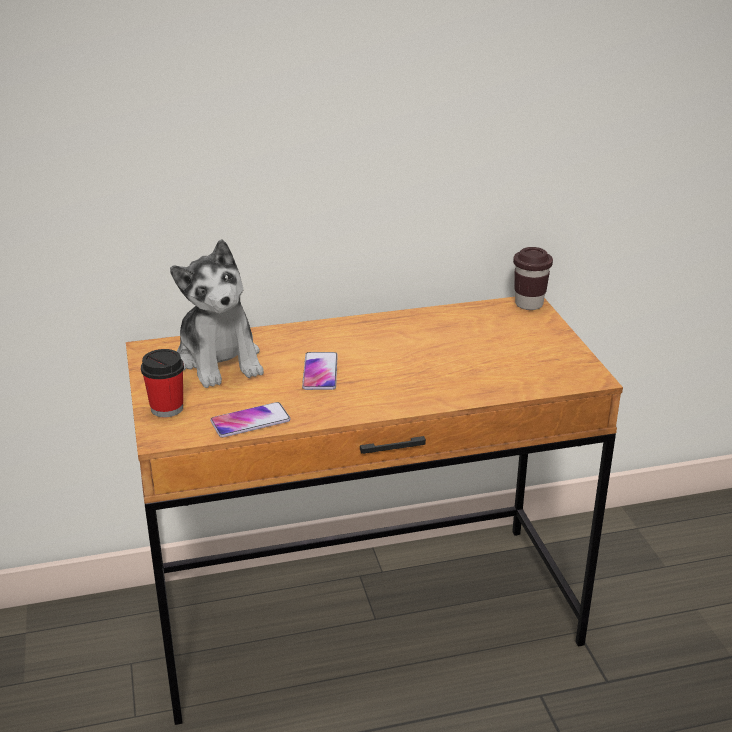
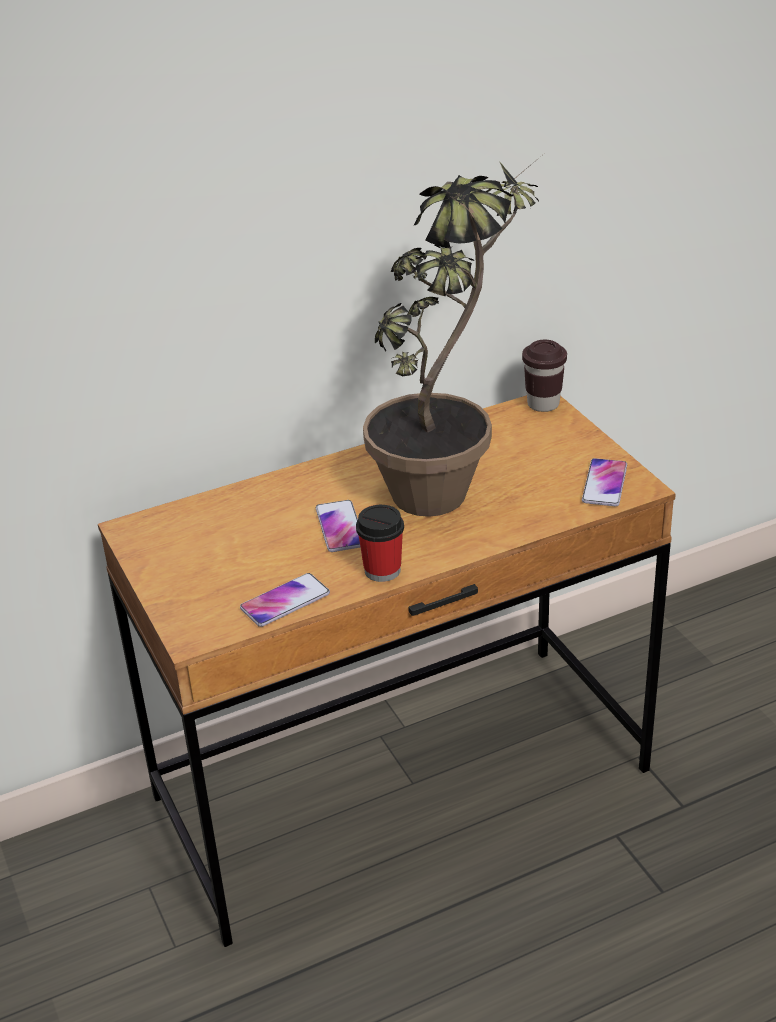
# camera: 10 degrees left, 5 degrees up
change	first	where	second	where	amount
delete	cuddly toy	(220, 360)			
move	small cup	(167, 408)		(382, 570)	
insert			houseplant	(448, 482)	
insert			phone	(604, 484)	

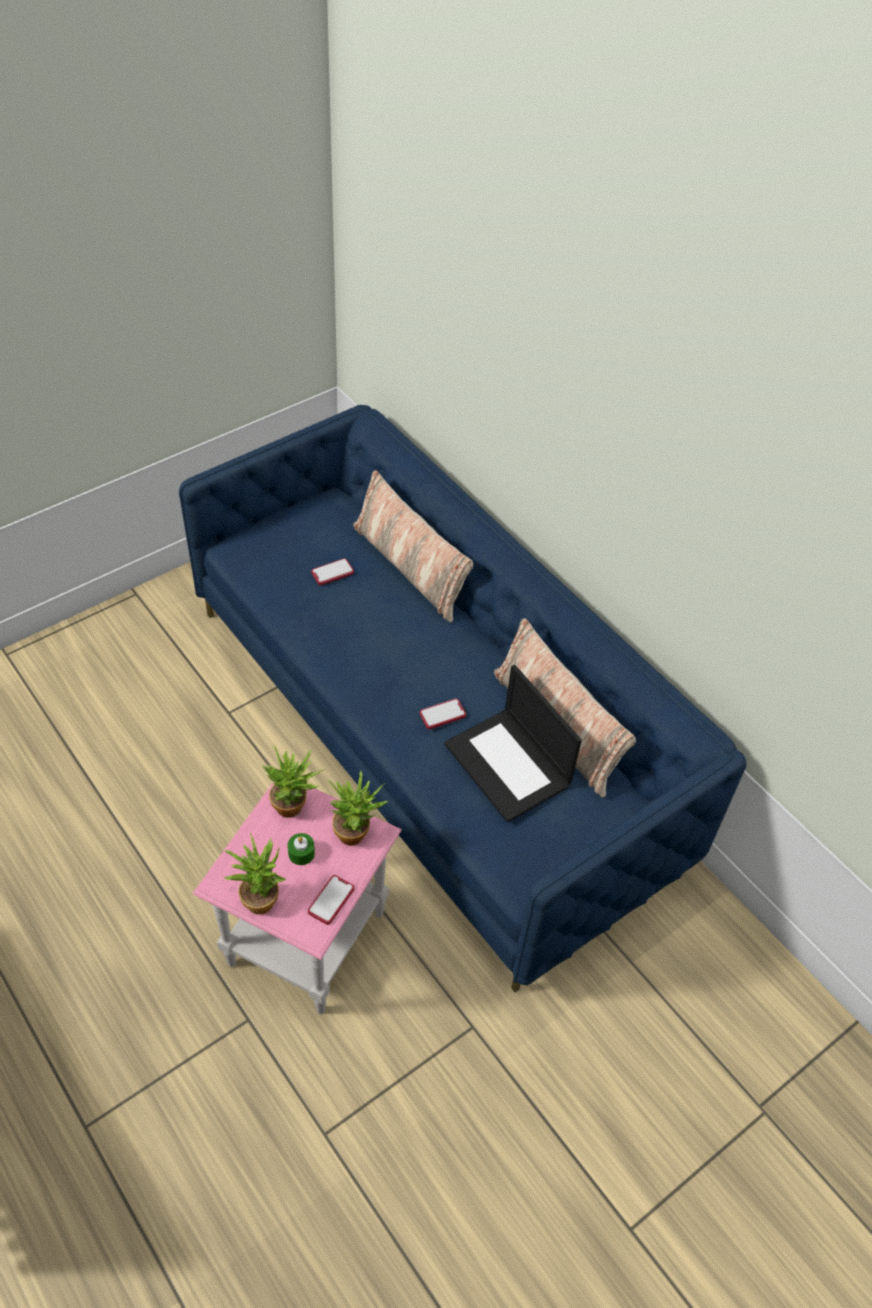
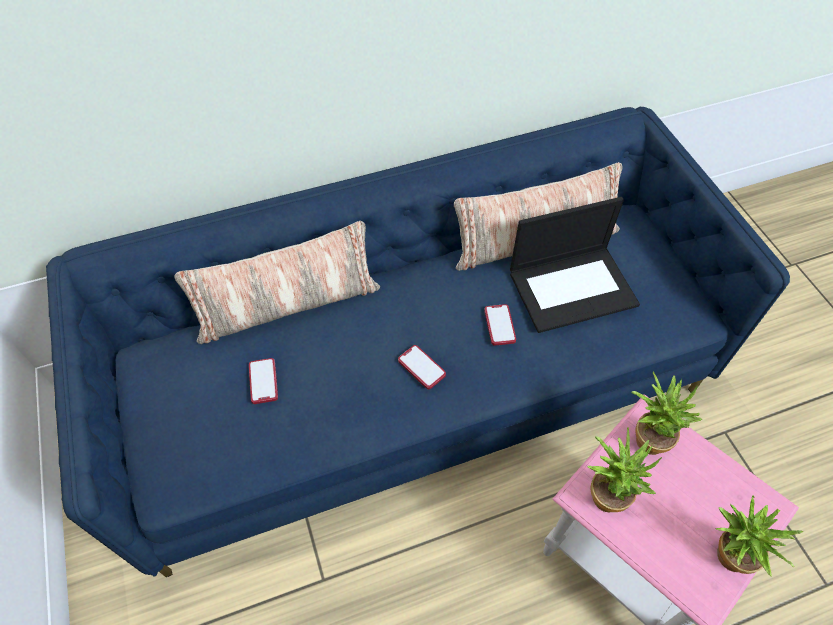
# camera: 70 degrees left, 5 degrees up
change	first	where	second	where	amount
delete	greenish candle	(301, 853)			
move	phone	(331, 900)		(421, 367)	

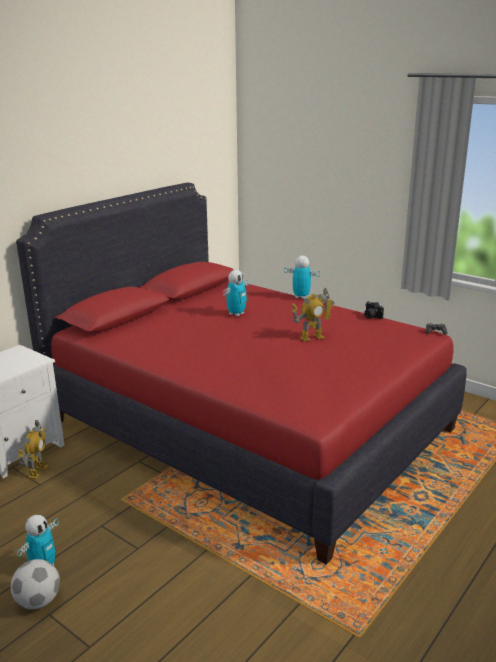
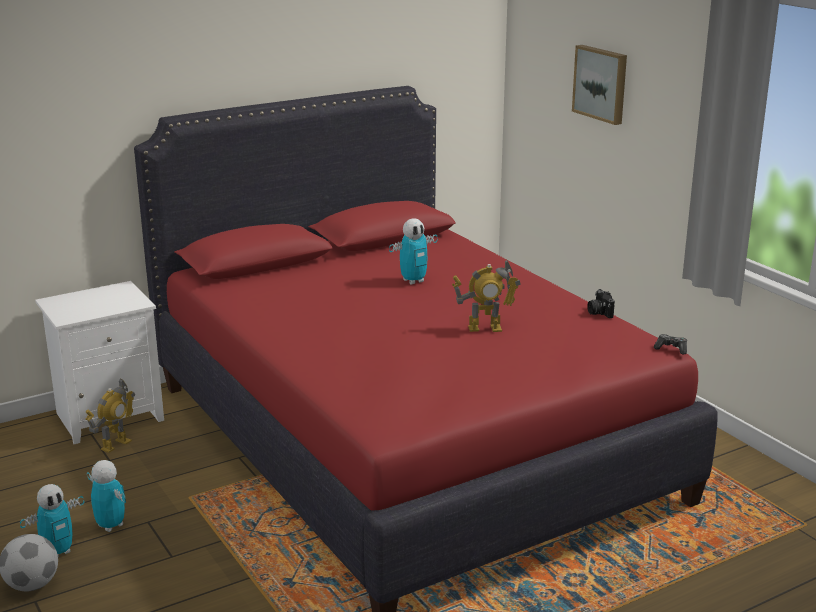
# camera: 20 degrees right, 0 degrees up
change	first	where	second	where	amount
move	robot figure	(301, 297)		(110, 525)	
insert			wall picture	(601, 83)	

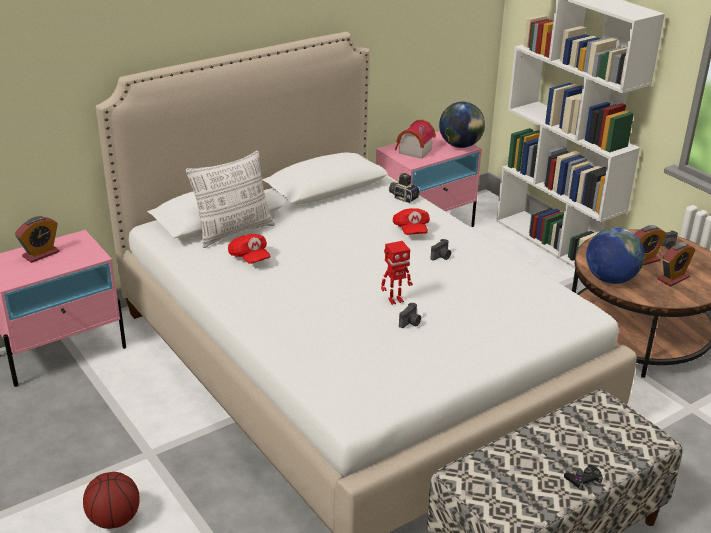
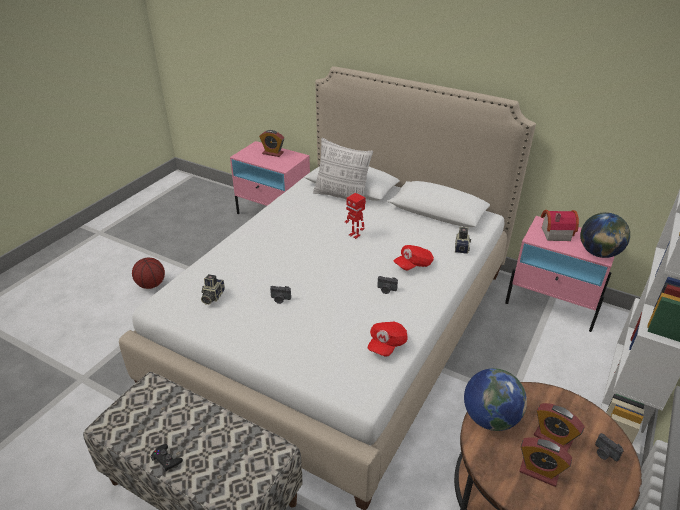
# camera: 65 degrees right, 5 degrees up
change	first	where	second	where	amount
move	red-coloured baseball cap	(249, 258)		(386, 344)	
move	robot figure	(395, 300)		(355, 235)	
insert			photo camera	(212, 296)	

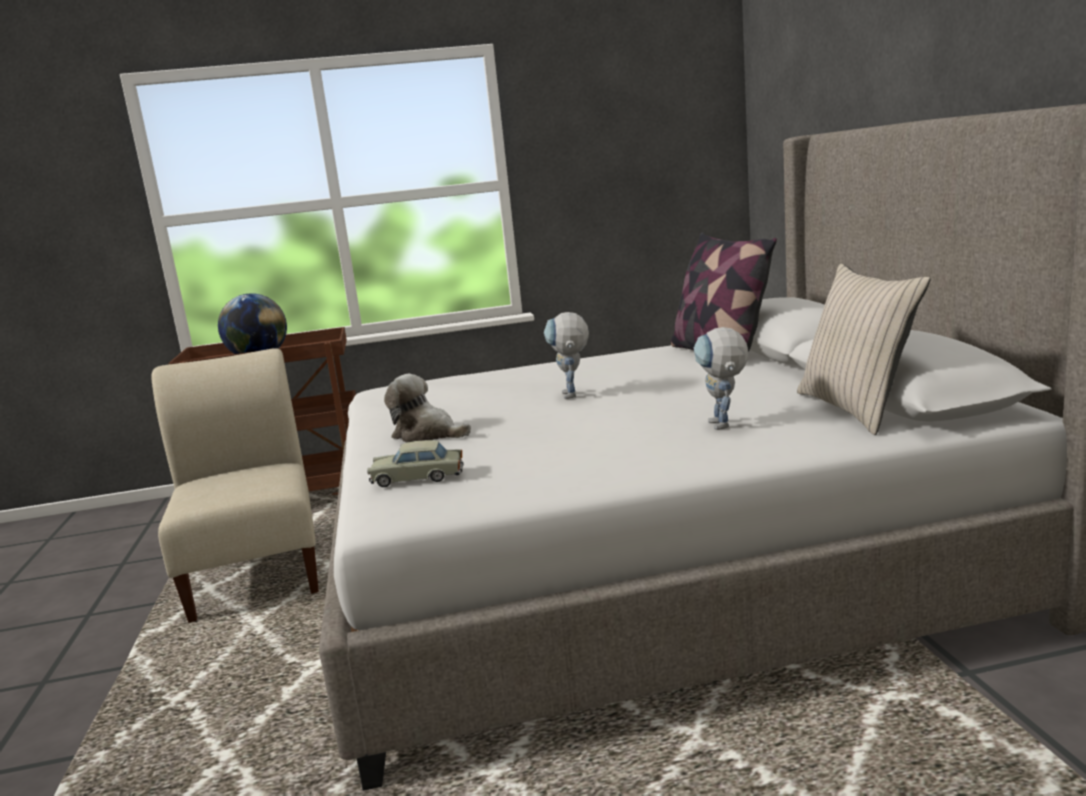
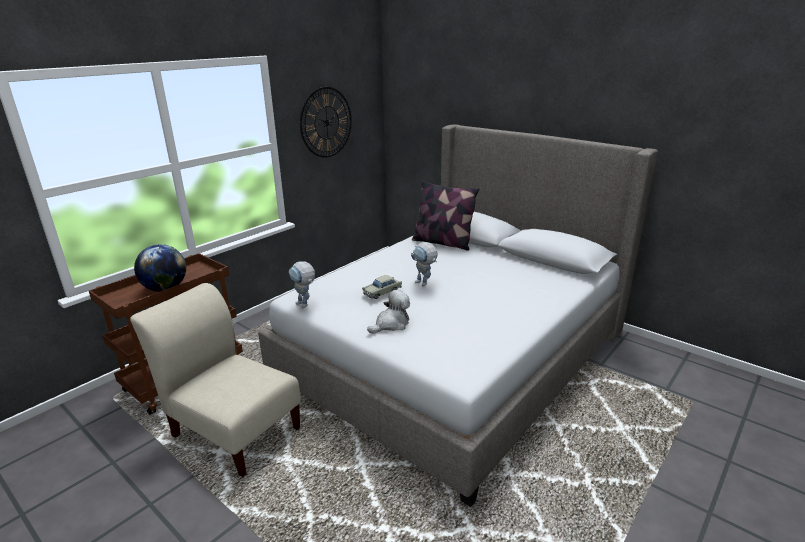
# camera: 40 degrees left, 10 degrees up
change	first	where	second	where	amount
delete	sand-coloured pillow	(856, 409)			
move	robot figure	(724, 427)		(305, 306)	
rotate	cuddly toy	(427, 434)		(391, 324)	150 degrees clockwise
move	sand-coloured toy car	(417, 478)		(382, 292)	
insert			hanging clock	(326, 122)	

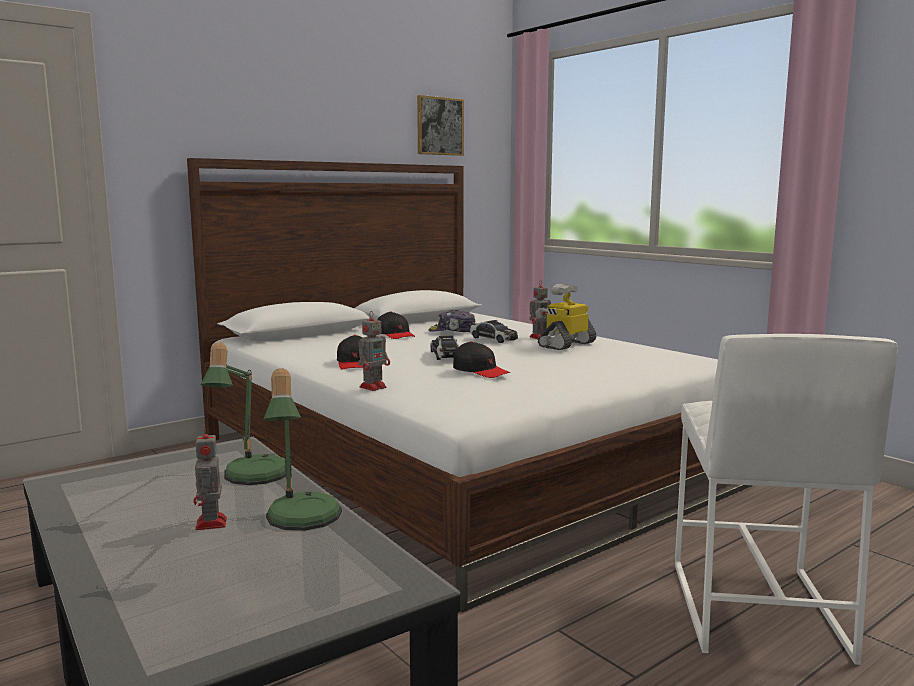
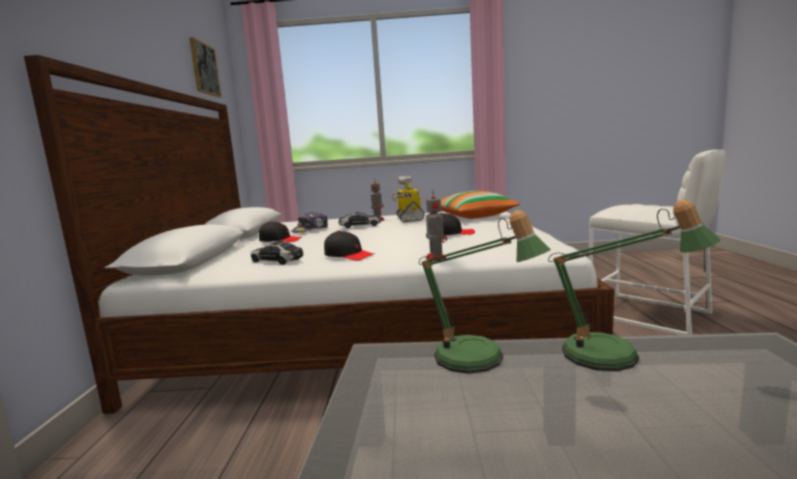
# camera: 50 degrees left, 0 degrees up
change	first	where	second	where	amount
move	toy car	(445, 355)		(277, 260)	
delete	robot figure	(211, 524)			
insert			pillow	(473, 216)	

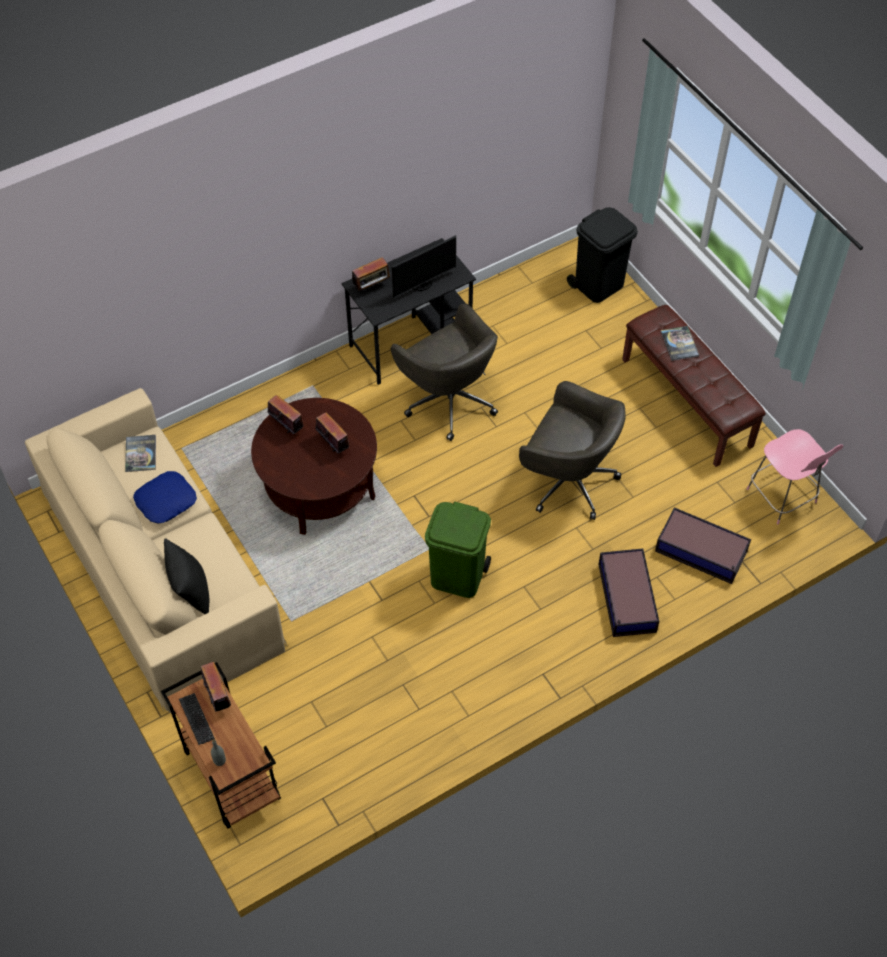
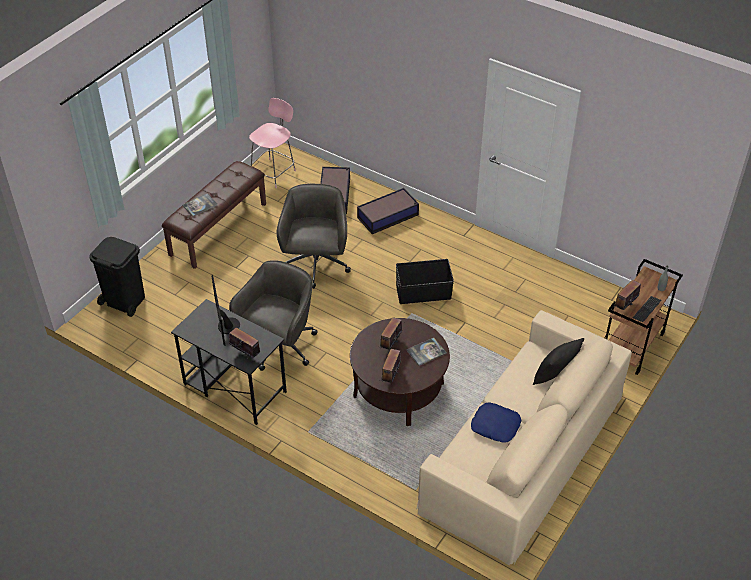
# camera: 115 degrees left, 10 degrees down
change	first	where	second	where	amount
rotate	monitor	(421, 283)		(226, 326)	135 degrees counterclockwise
move	book	(140, 454)		(426, 352)	
replace	greenish trash can	(458, 577)	blackish storage bin	(423, 292)	

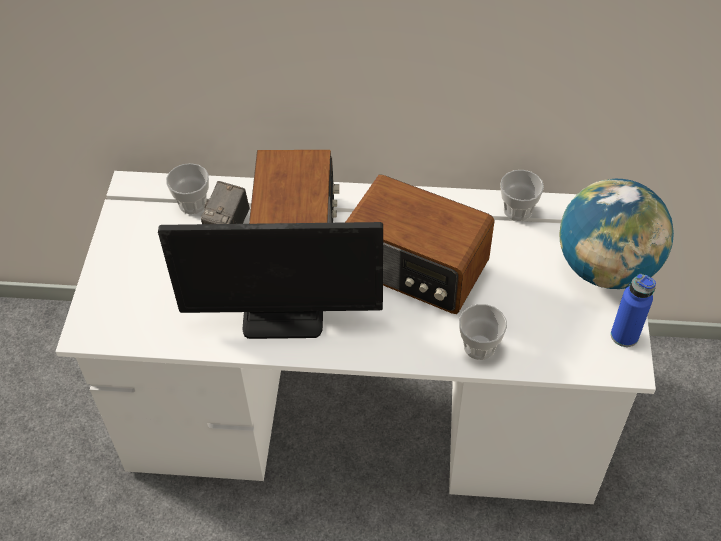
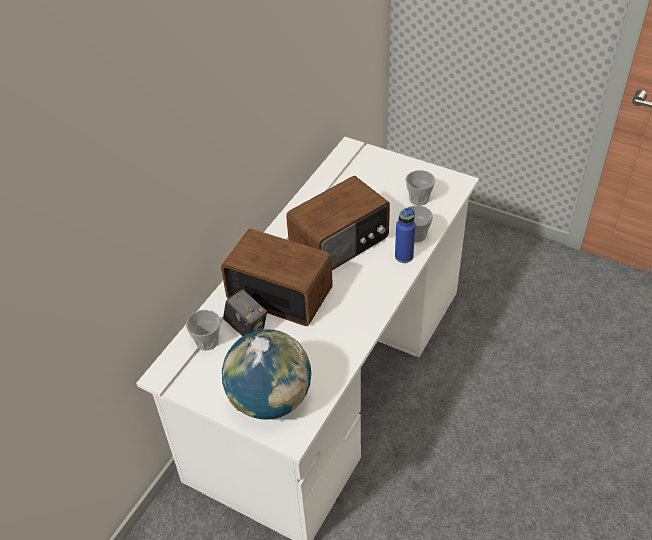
# camera: 65 degrees left, 5 degrees down
change	first	where	second	where	amount
move	small cup	(517, 210)		(419, 199)	
move	globe	(605, 268)		(270, 399)	
delete	monitor	(283, 316)			
move	bluish beverage bottle	(624, 335)		(404, 256)	

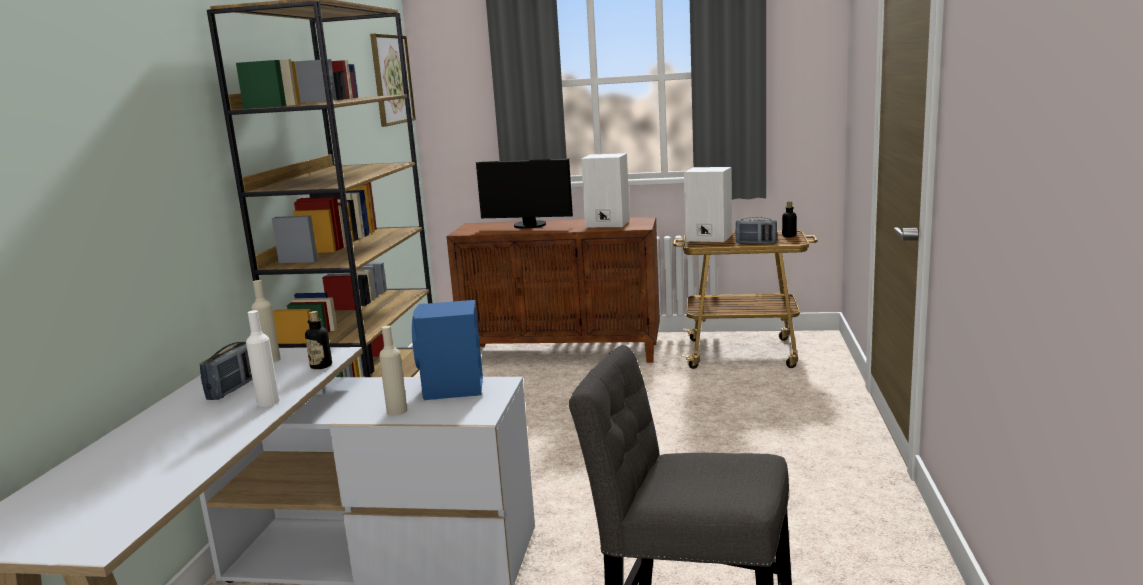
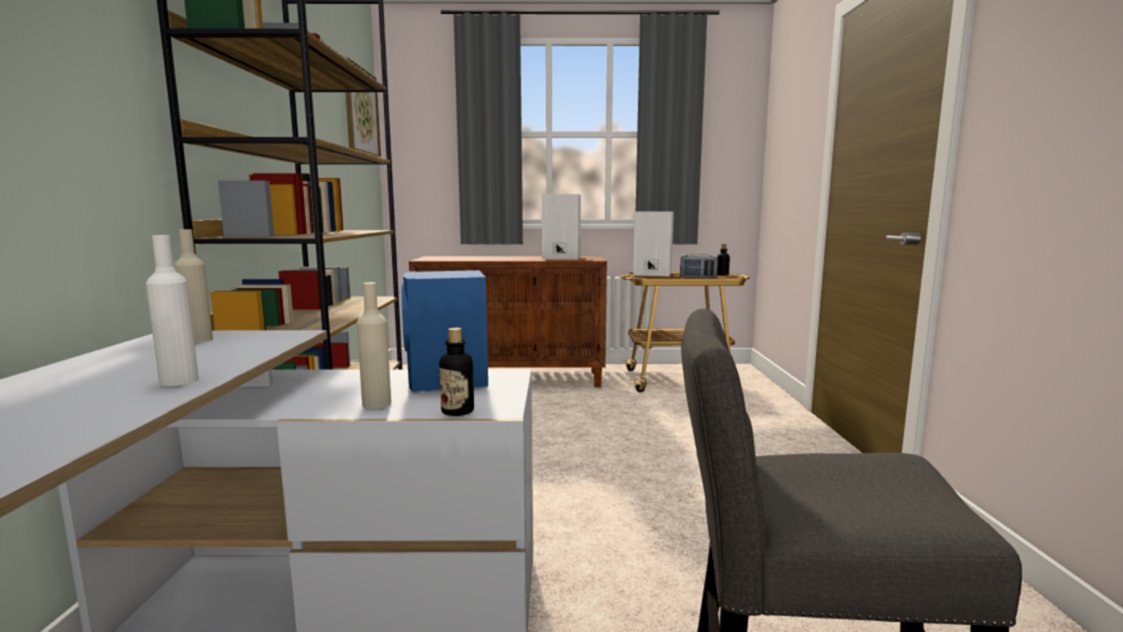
# camera: 10 degrees left, 5 degrees down
change	first	where	second	where	amount
delete	monitor	(529, 226)			
move	beverage bottle	(321, 366)		(457, 411)	
delete	radio receiver	(233, 388)			

